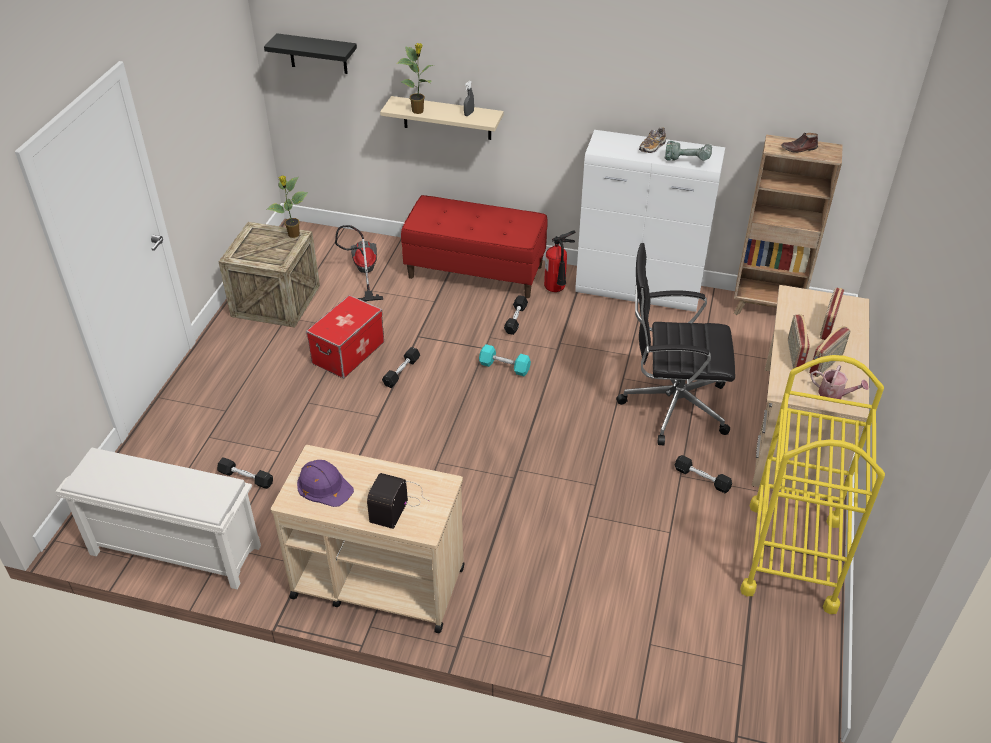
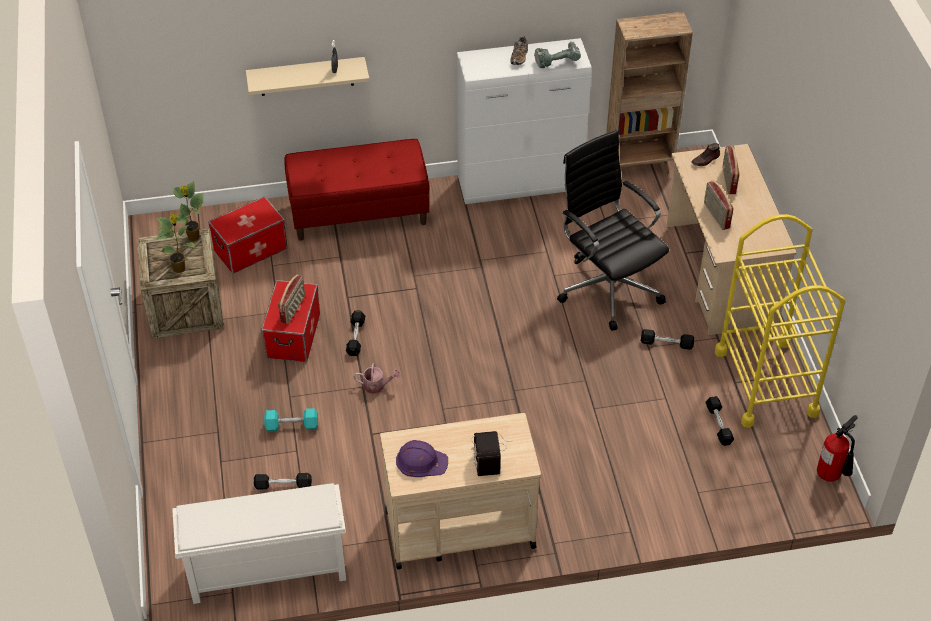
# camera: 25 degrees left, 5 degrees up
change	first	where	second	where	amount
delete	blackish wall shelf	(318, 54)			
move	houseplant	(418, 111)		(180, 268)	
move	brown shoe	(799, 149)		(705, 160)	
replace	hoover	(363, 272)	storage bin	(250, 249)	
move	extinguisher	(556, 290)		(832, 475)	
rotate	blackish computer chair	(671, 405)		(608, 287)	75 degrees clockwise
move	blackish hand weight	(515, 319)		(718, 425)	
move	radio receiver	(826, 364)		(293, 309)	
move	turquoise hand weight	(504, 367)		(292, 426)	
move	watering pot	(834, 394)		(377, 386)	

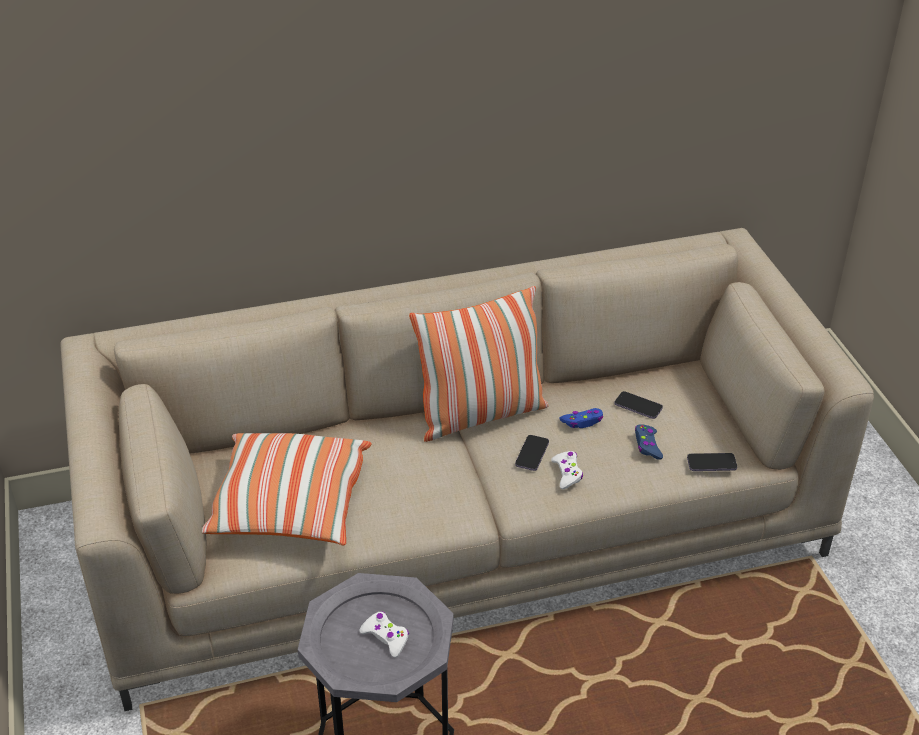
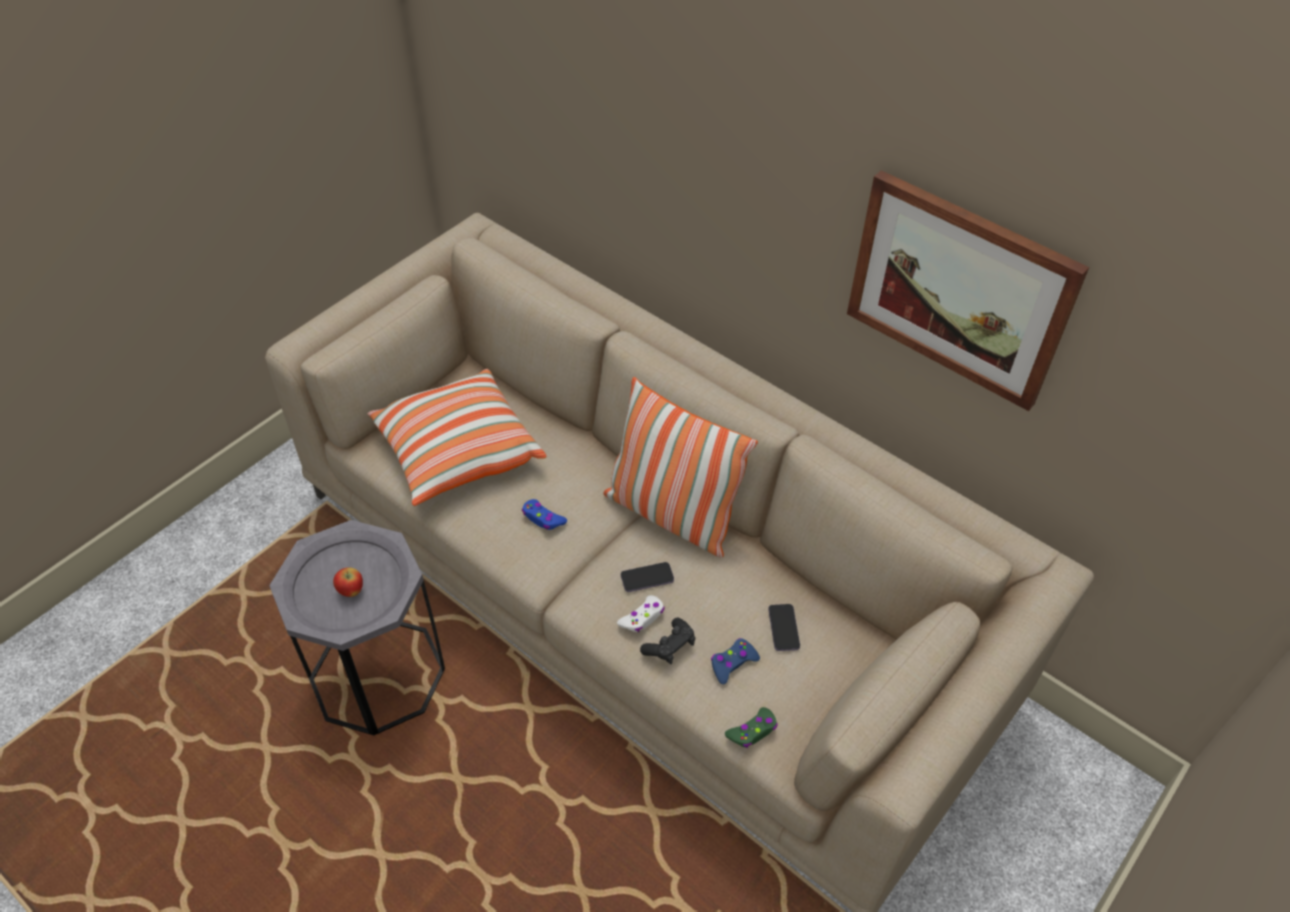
# camera: 55 degrees right, 10 degrees up
change	first	where	second	where	amount
move	bluish joypad	(582, 422)		(543, 518)	
replace	phone	(711, 463)	greenish joypad	(752, 731)	
replace	white joypad	(386, 637)	apple fruit	(351, 591)	
insert			wall picture	(959, 289)	
insert			blackish joypad	(670, 646)	

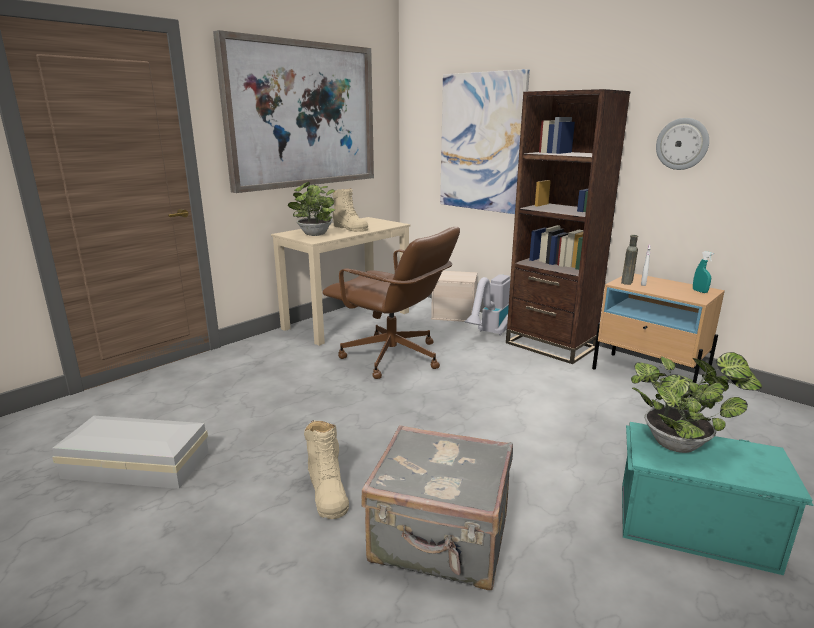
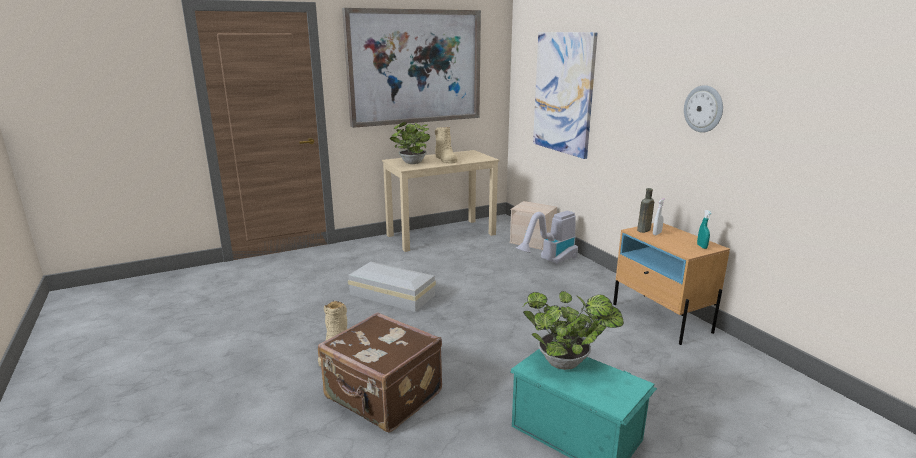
# camera: 20 degrees right, 0 degrees up
change	first	where	second	where	amount
delete	brown shelving unit	(550, 345)			
delete	brown computer chair	(393, 358)			
move	white storage bin	(136, 463)		(391, 294)	
recolor	greyish piece of luggage	(441, 540)	brown piece of luggage	(382, 397)	

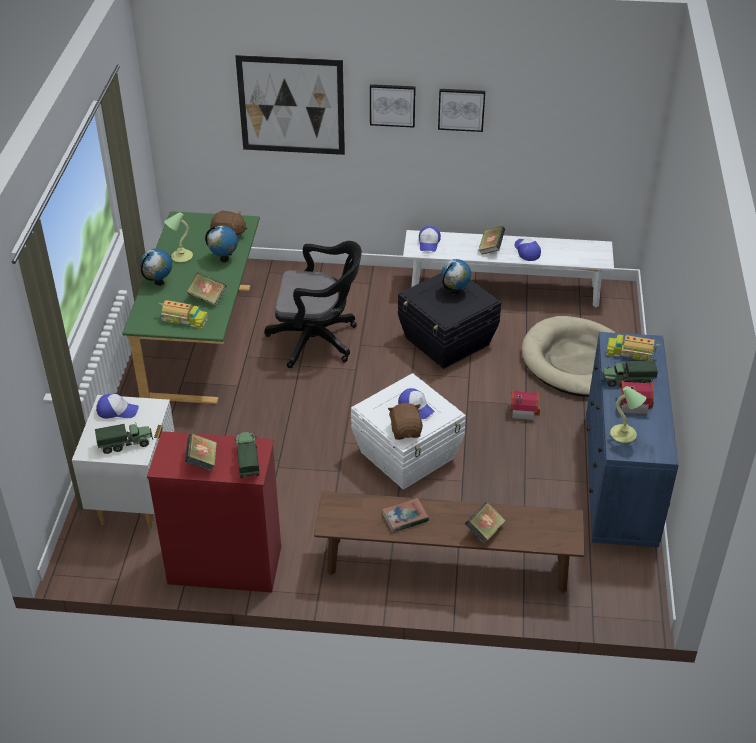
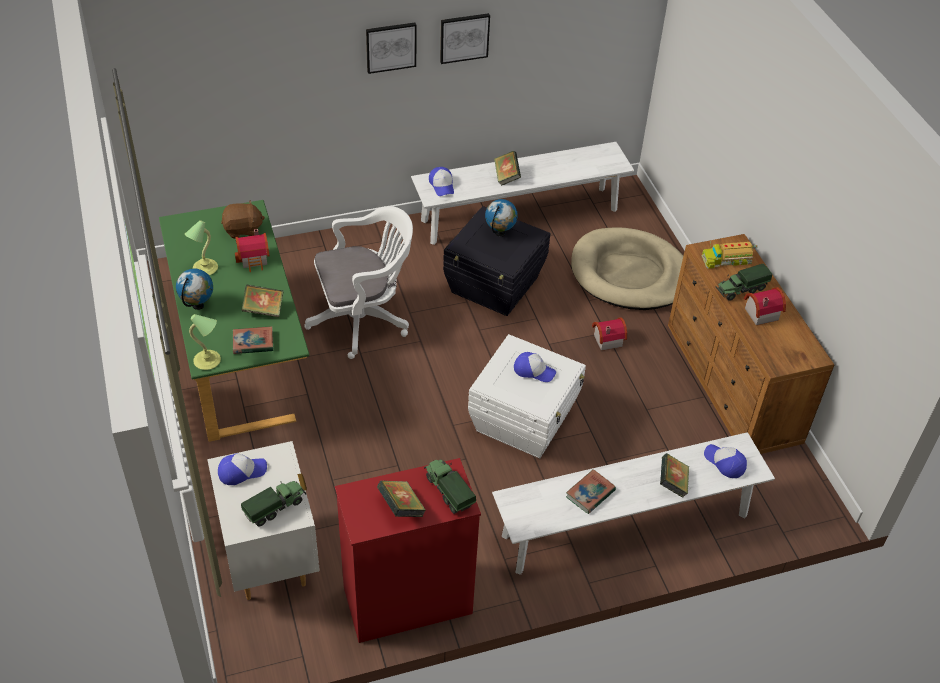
# camera: 25 degrees left, 5 degrees up
change	first	where	second	where	amount
delete	wall picture	(291, 105)			
replace	globe	(224, 259)	miniature house	(255, 259)	
move	baseball cap	(526, 251)		(724, 462)	
recolor	blackish computer chair	(318, 340)	white computer chair	(364, 319)	
replace	toy truck	(184, 320)	book	(253, 342)	
recolor	bluish dresser	(619, 480)	brown dresser	(732, 386)	
move	tabletop lamp	(624, 435)		(208, 361)	
delete	brown cuddly toy	(406, 431)			
recolor	brown long seat	(447, 565)	white long seat	(625, 526)	

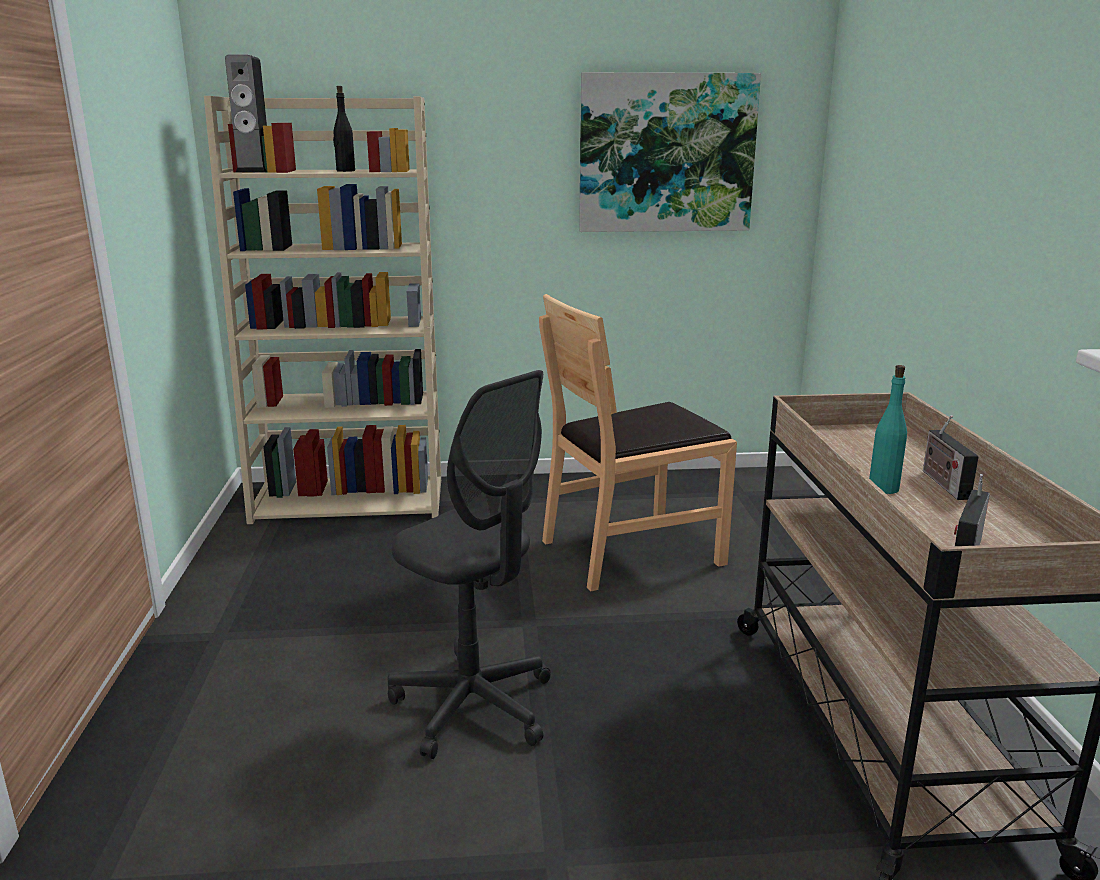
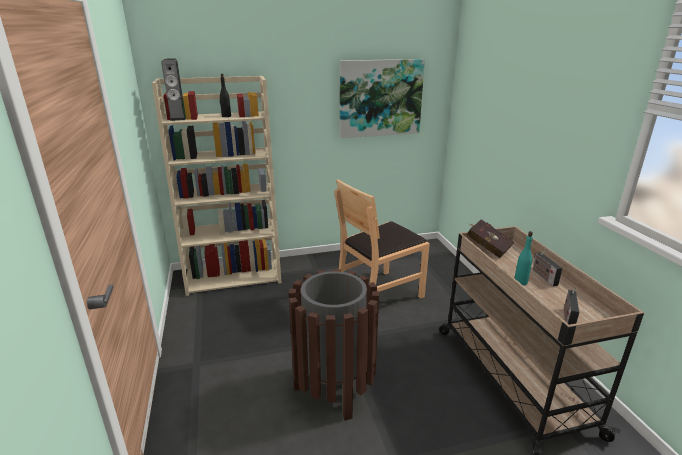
# camera: 10 degrees left, 5 degrees up
change	first	where	second	where	amount
replace	greyish computer chair	(473, 706)	brown trash can	(334, 389)	
insert			red-coloured book	(486, 247)	

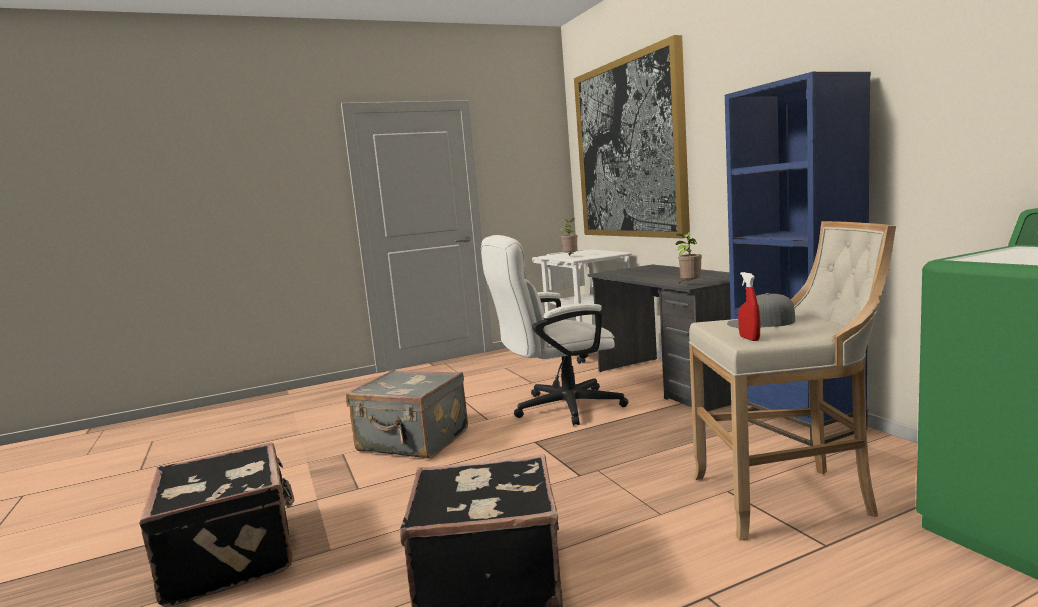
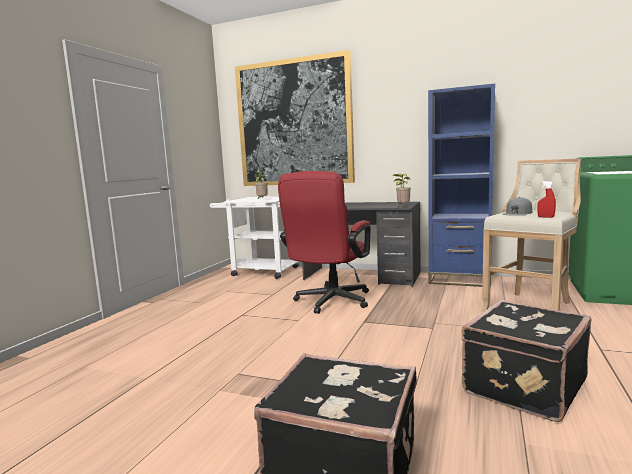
# camera: 45 degrees left, 0 degrees up
change	first	where	second	where	amount
recolor	white computer chair	(558, 408)	red-coloured computer chair	(330, 303)	
delete	greyish piece of luggage	(413, 442)			

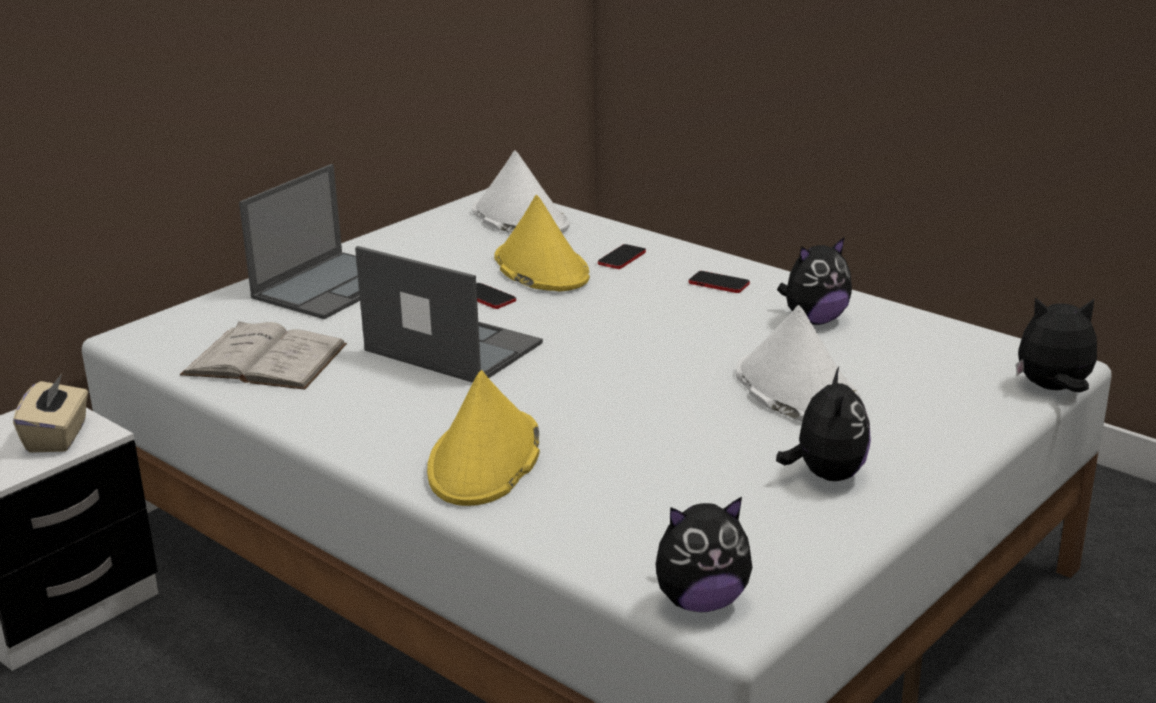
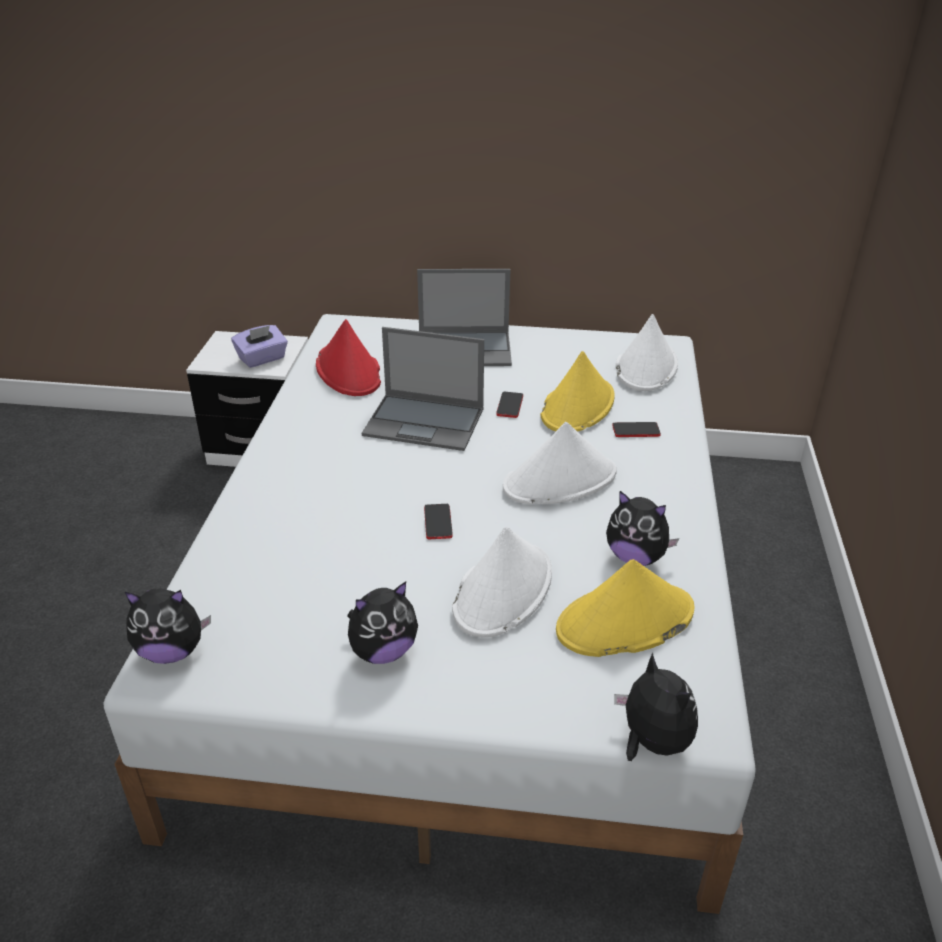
# camera: 55 degrees right, 10 degrees up
change	first	where	second	where	amount
rotate	notebook computer	(451, 347)		(425, 422)	105 degrees clockwise
move	phone	(719, 283)		(438, 522)	
replace	white book	(265, 359)	red-coloured clothing hat	(349, 371)	
move	yellowish clothing hat	(485, 460)		(624, 621)	
recolor	sand-coloured box of tissues	(58, 437)	purple box of tissues	(262, 359)	
rotate	cuddly toy	(701, 601)		(172, 651)	45 degrees counterclockwise
insert			white clothing hat	(560, 481)	

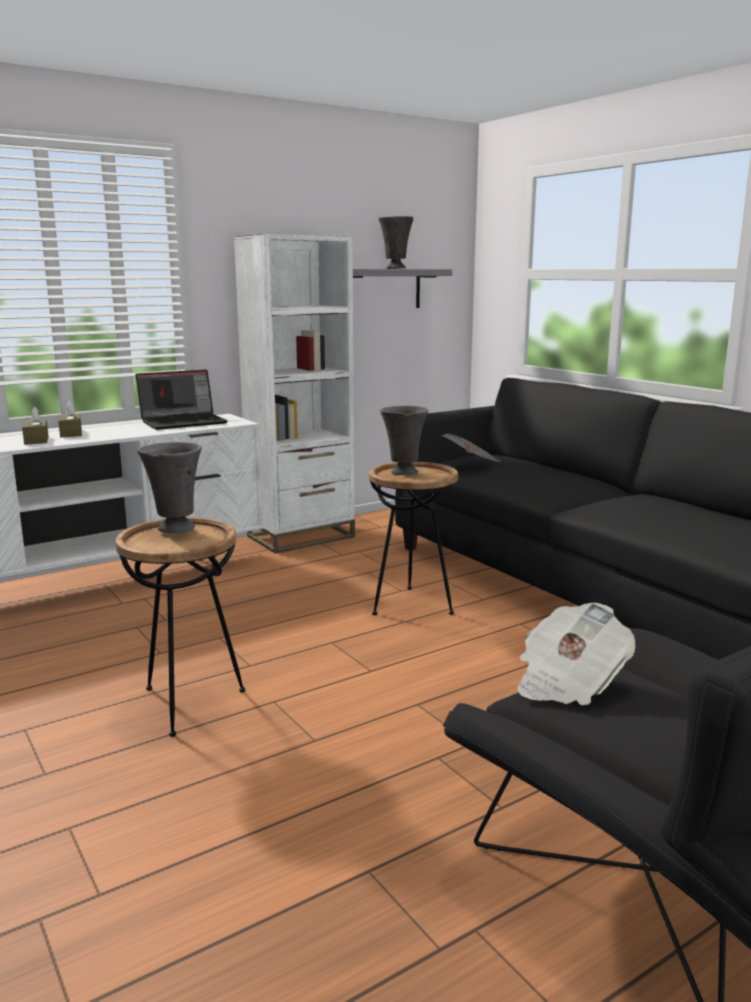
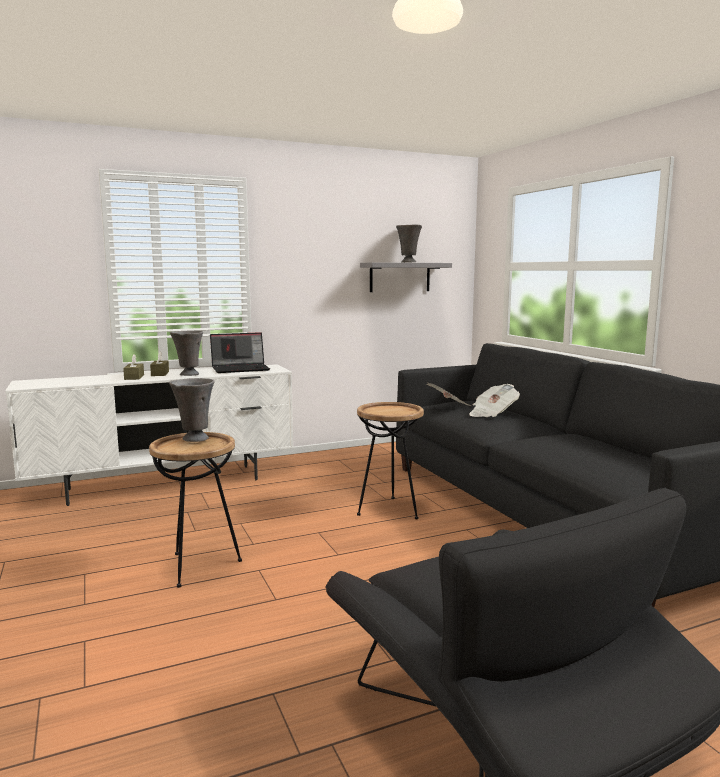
# camera: 10 degrees right, 5 degrees down
change	first	where	second	where	amount
delete	white shelving unit	(301, 537)			
move	greyish vase	(403, 473)		(188, 374)	
move	printed paper	(568, 682)		(492, 414)	

